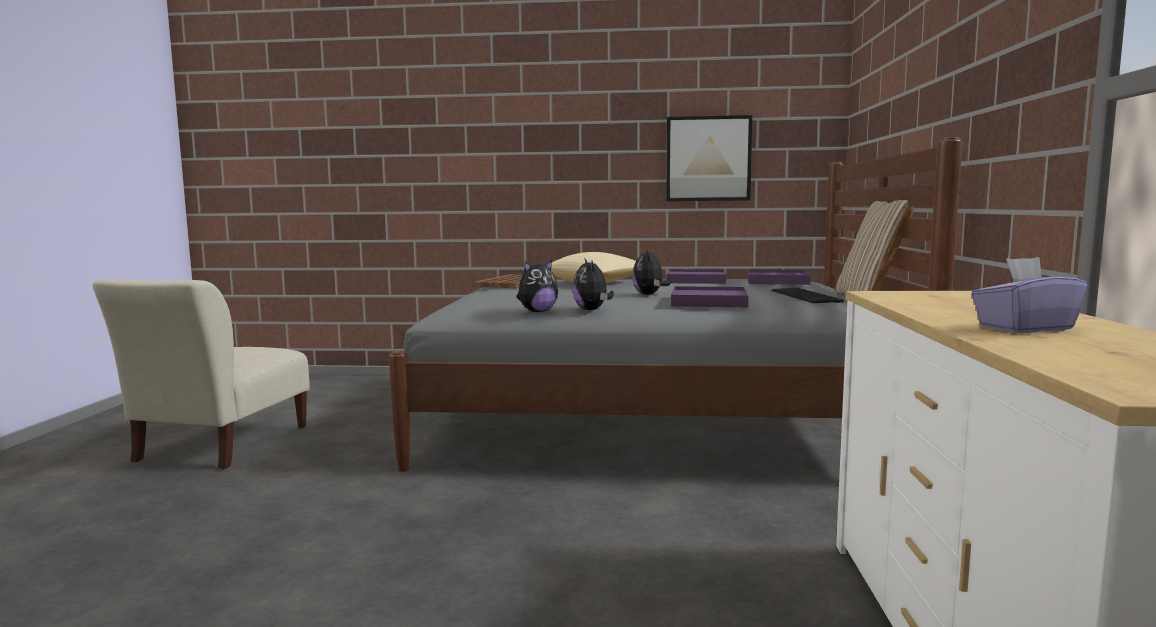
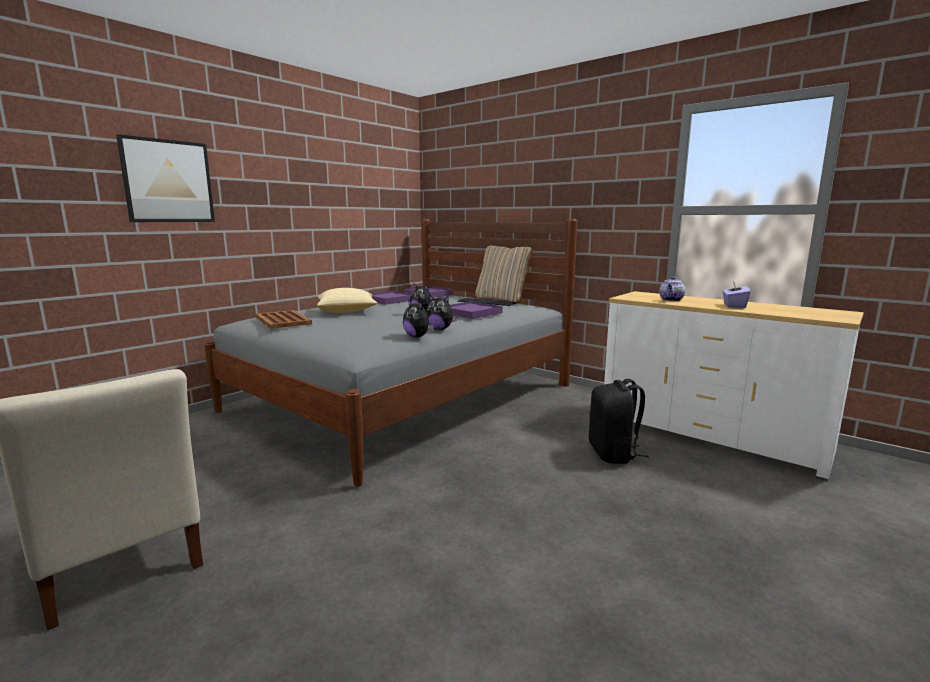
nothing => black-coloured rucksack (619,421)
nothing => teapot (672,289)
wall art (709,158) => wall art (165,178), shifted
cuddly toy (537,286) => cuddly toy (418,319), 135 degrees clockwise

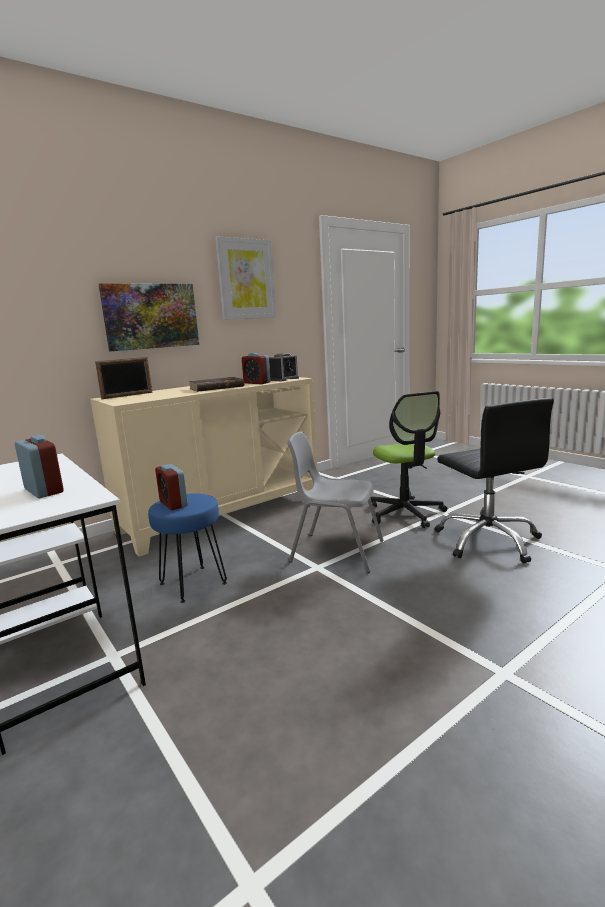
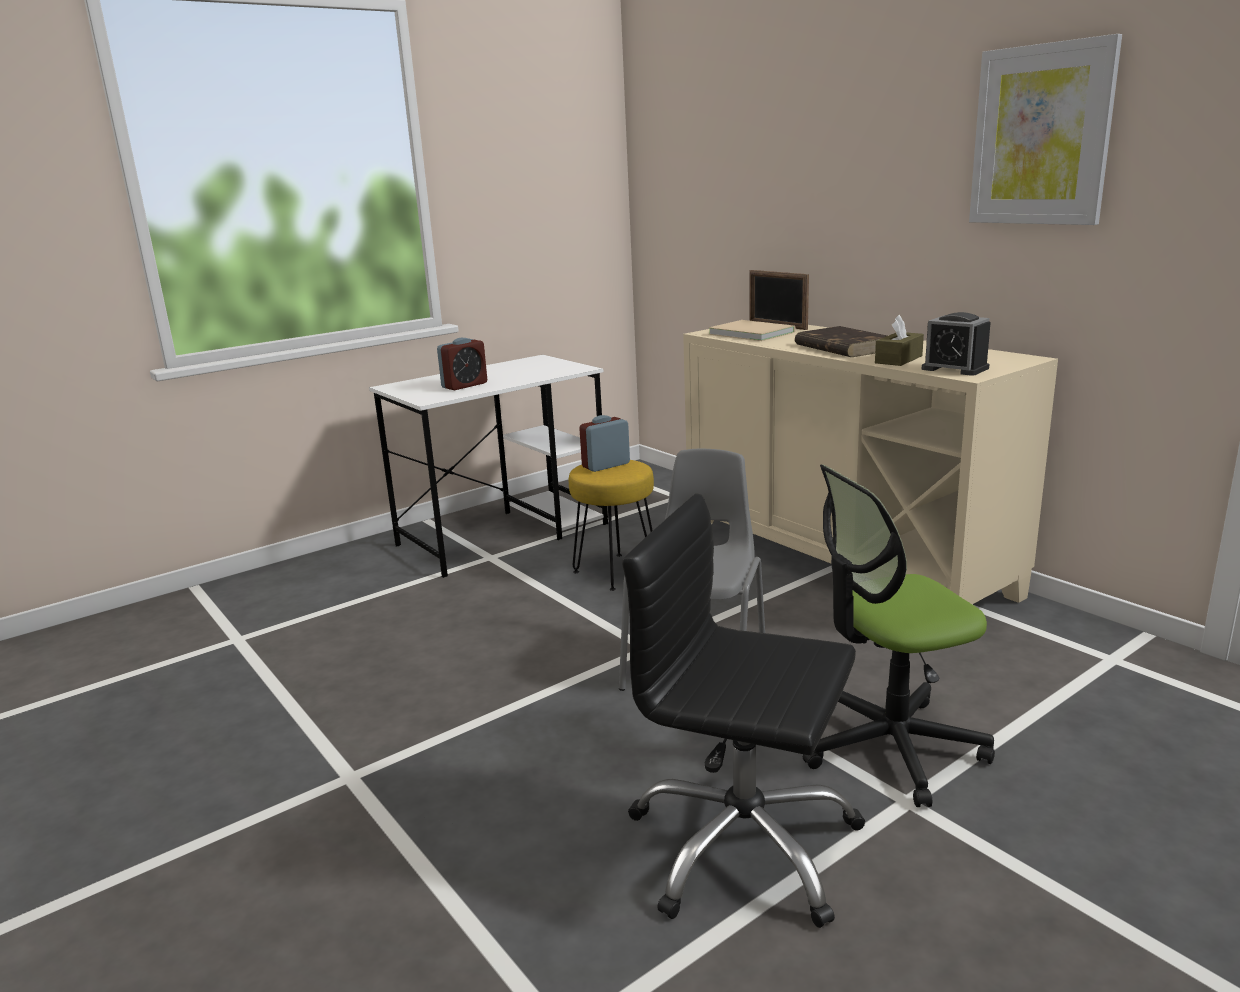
wall art (149,317) => nothing
nothing => sand-coloured volume (752,330)
table clock (256,368) => brown-coloured box of tissues (899,340)
blue sitting stool (187,548) => yellowish sitting stool (611,525)
black-coloured office chair (494,480) => black-coloured office chair (743,710), 45 degrees clockwise

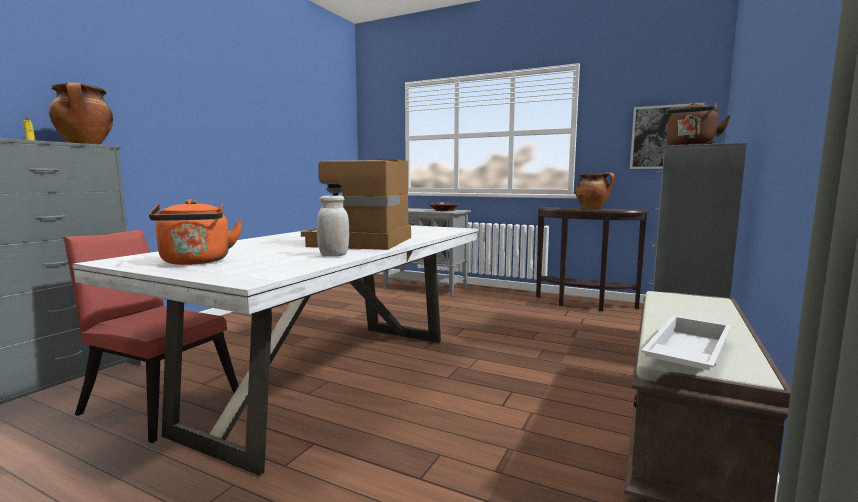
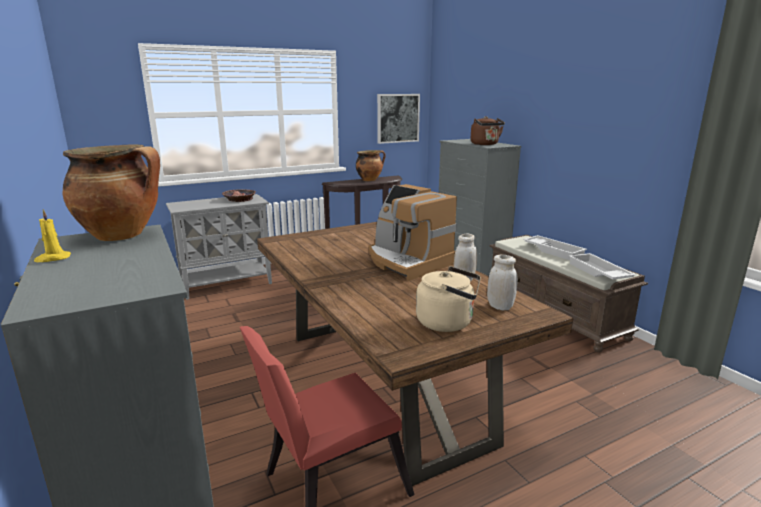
nothing => whitish preserve jar (502,282)
nothing => whitish serving tray (555,247)
whitish dining table (275,350) => brown-coloured dining table (415,354)
orange-coloured tea kettle (196,232) => sand-coloured tea kettle (448,299)

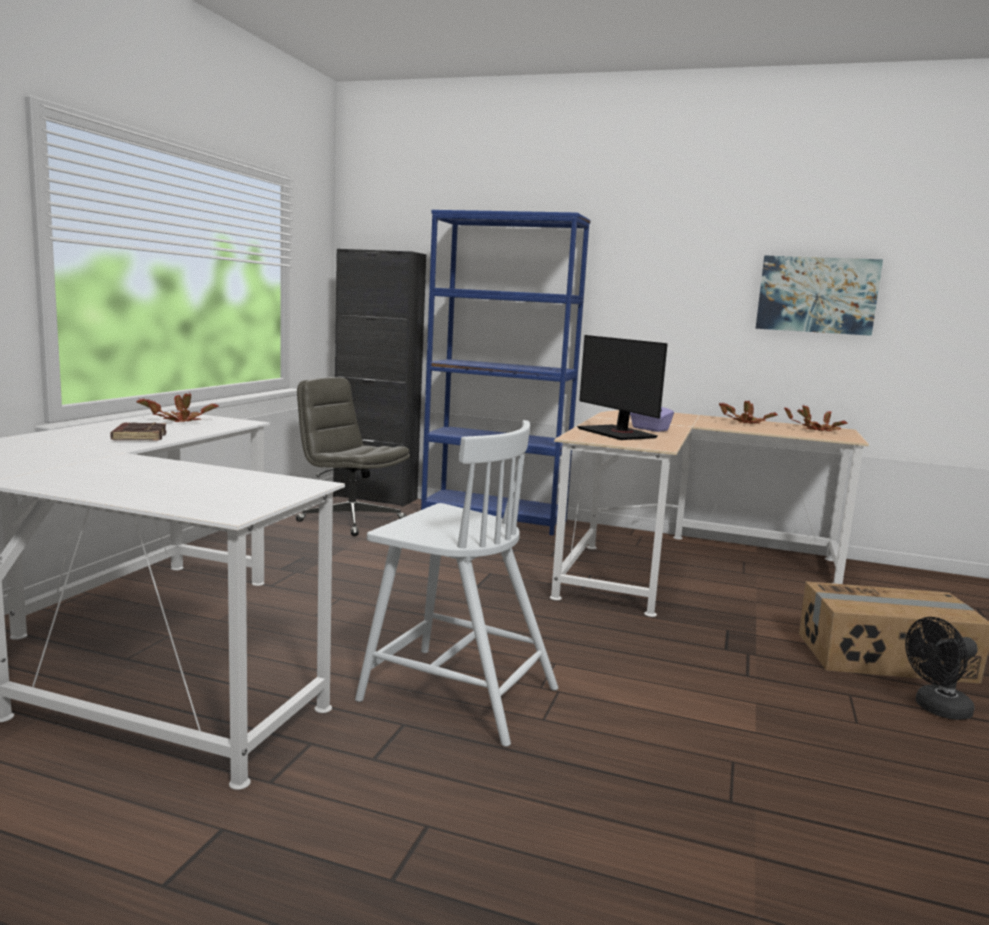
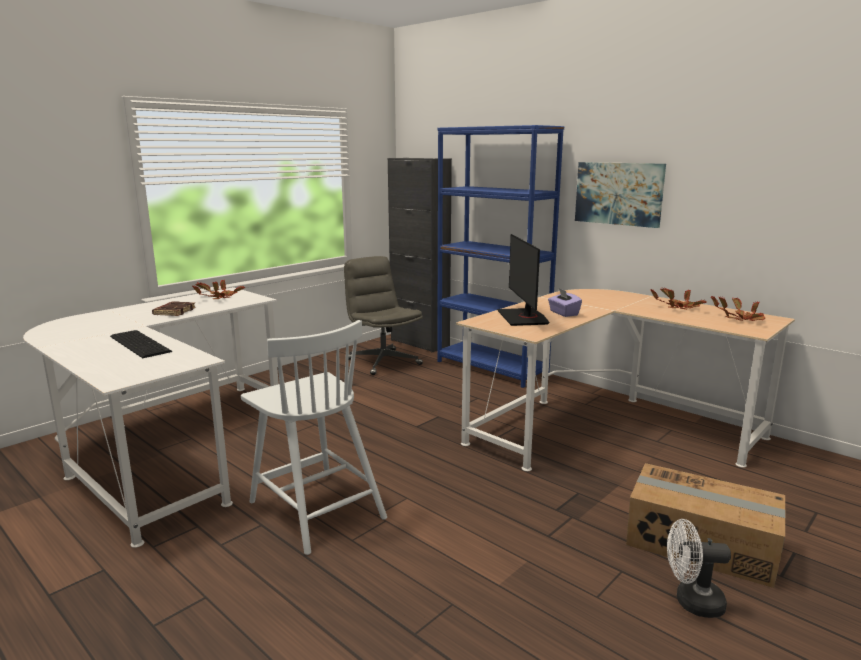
nothing => PC keyboard (141,344)
wall art (819,295) => wall art (620,195), shifted
black-coloured electric fan (941,668) => whitish electric fan (699,568)

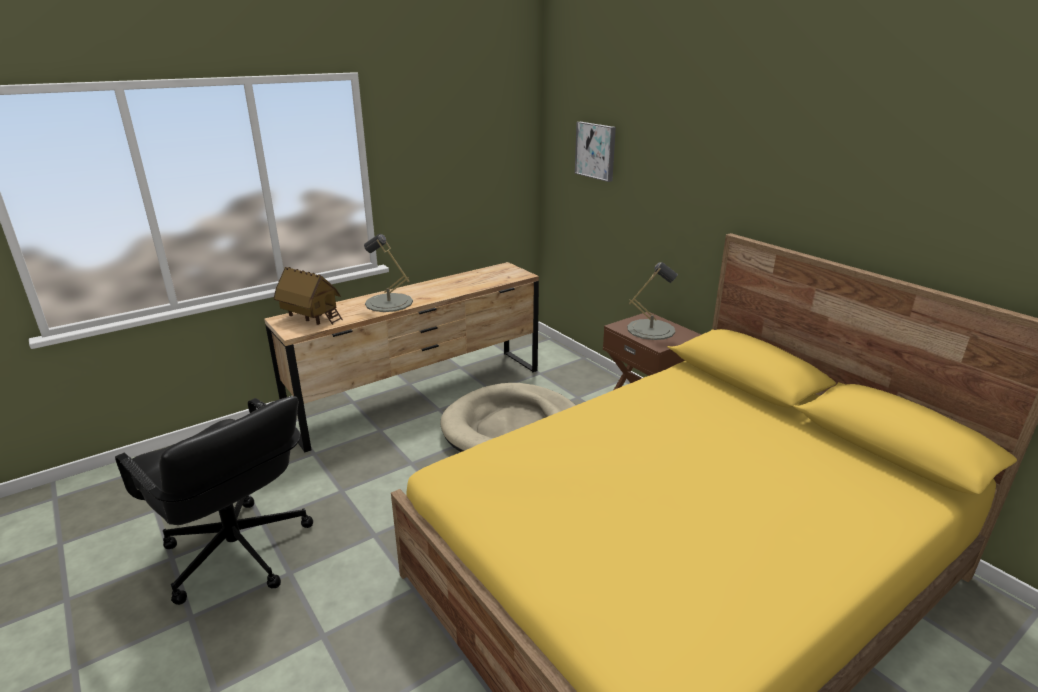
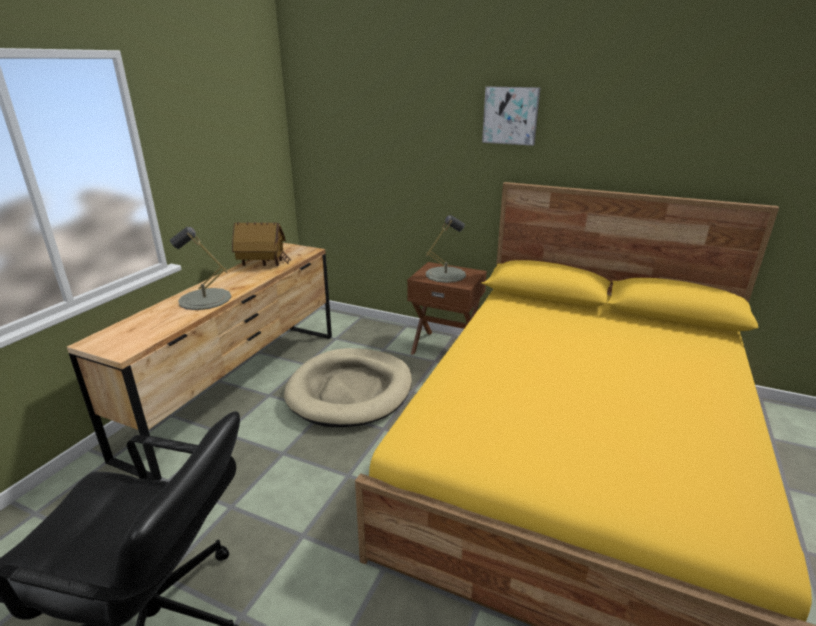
toy house (308,296) => toy house (261,244), shifted
wall art (595,152) => wall art (511,116), shifted

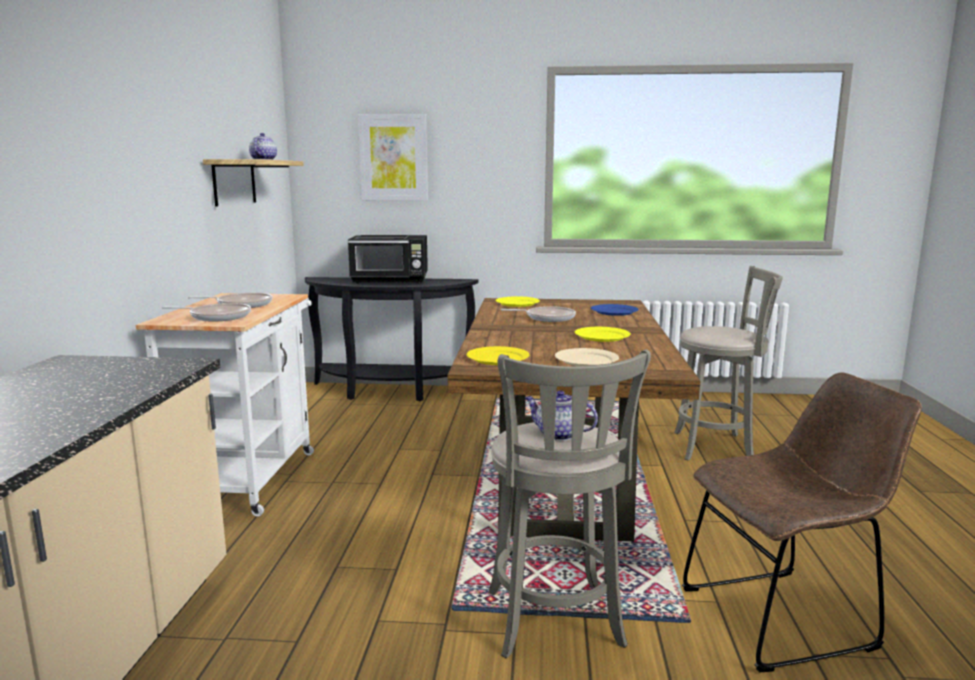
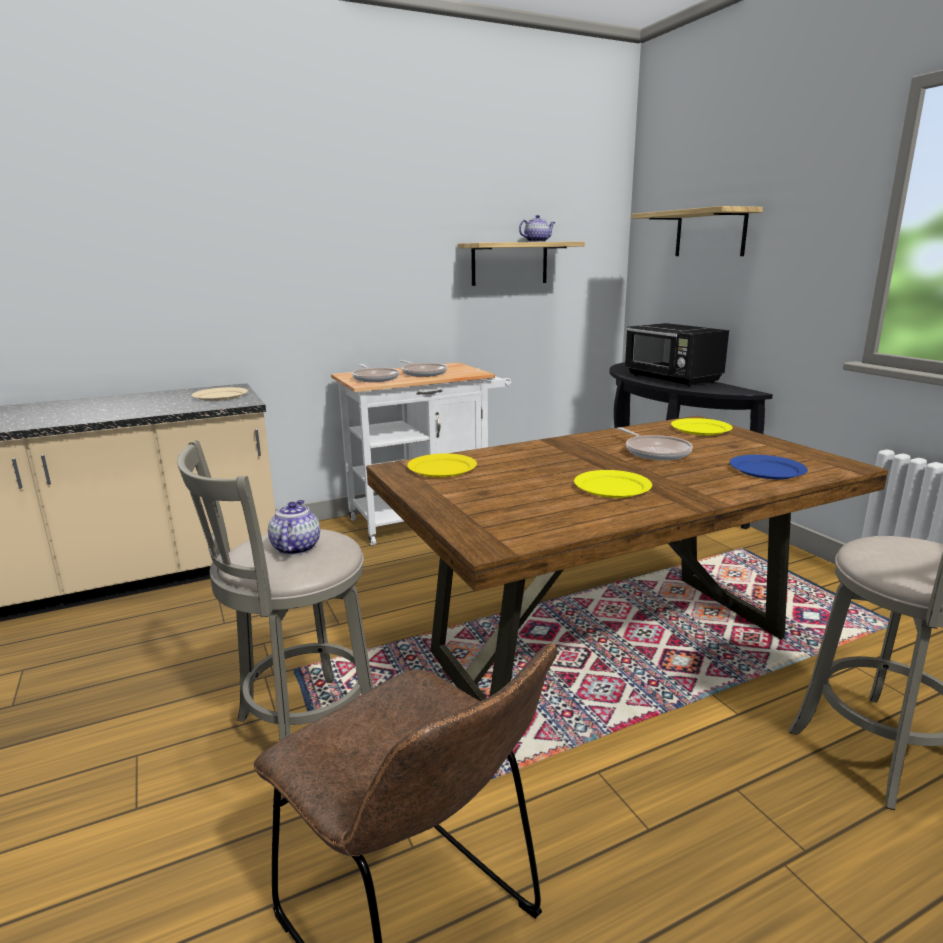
sand-coloured plate (587,357) => sand-coloured plate (220,394), shifted
wall art (393,157) => wall shelf (697,231)

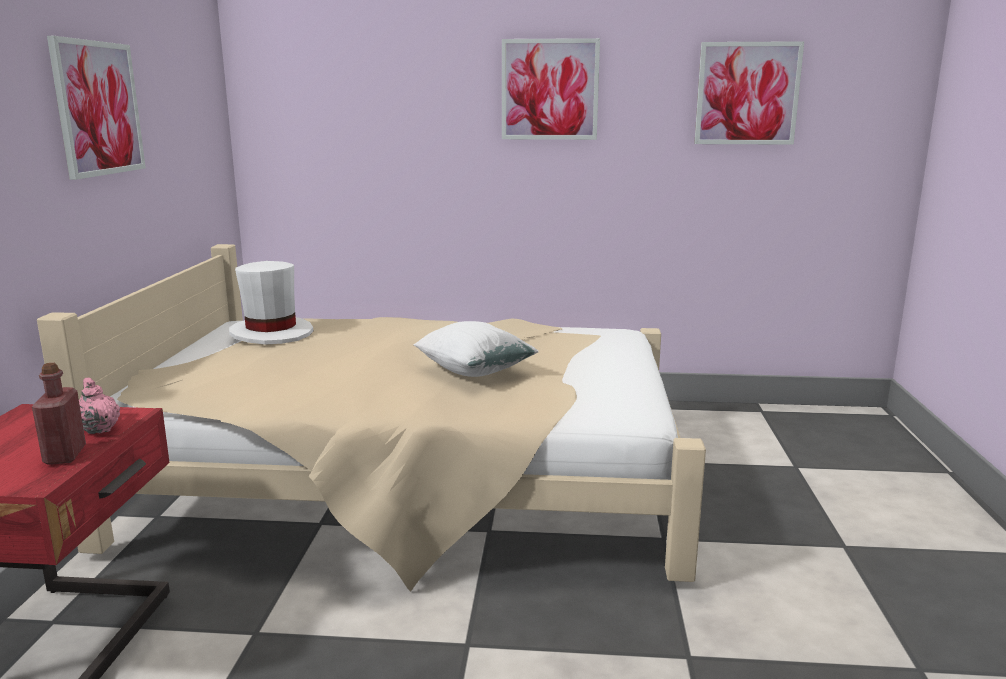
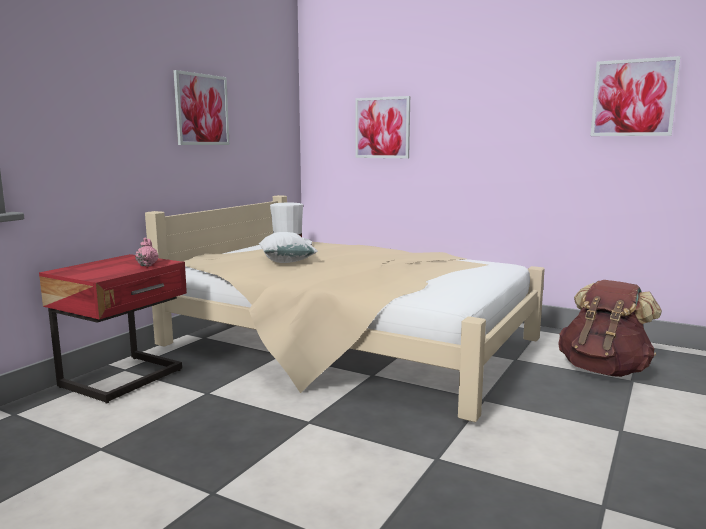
red-coloured beverage bottle (59,414) => nothing
nothing => brown-coloured rucksack (610,328)
whitish pillow (476,349) => whitish pillow (288,247), shifted
wall art (551,89) => wall art (382,127), shifted

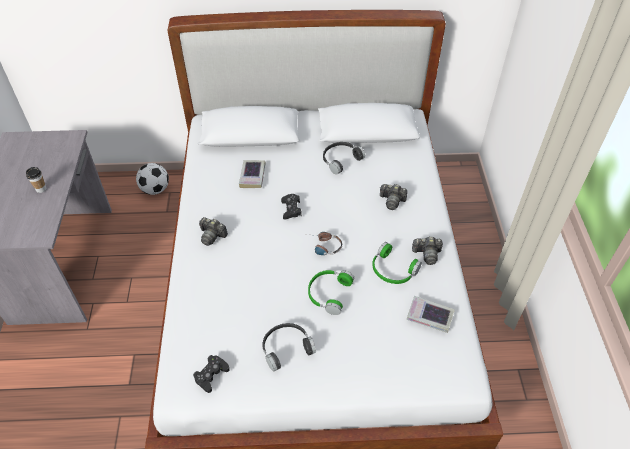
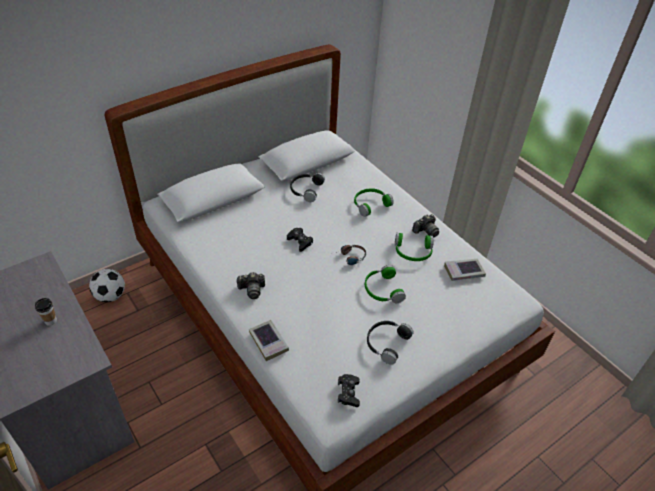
volume (252,174) => volume (269,340), shifted
still camera (394,197) => green-coloured headset (374,202)

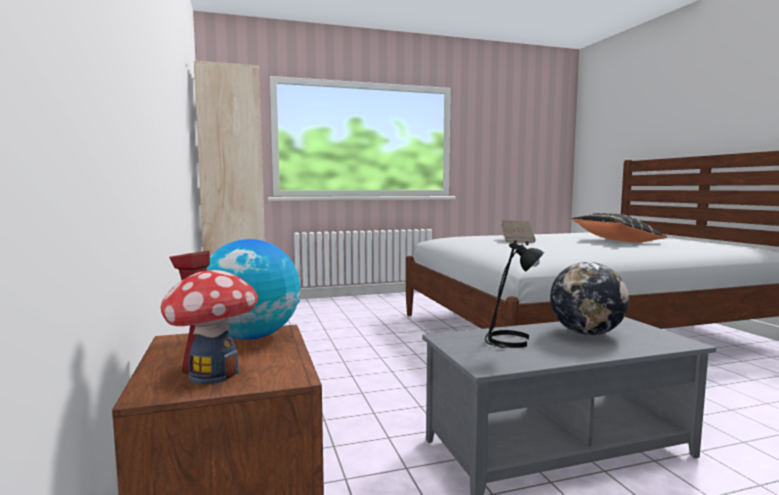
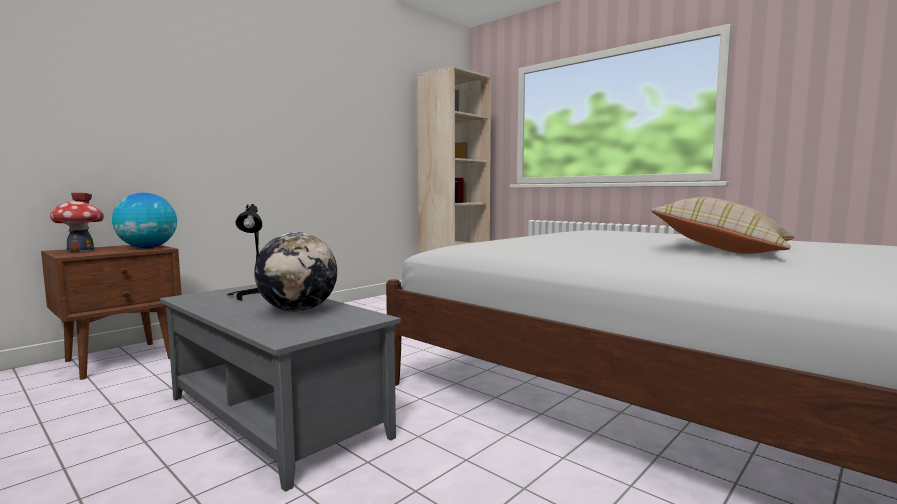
brown-coloured volume (518,231) => nothing
black-coloured pillow (619,228) => sand-coloured pillow (722,225)

